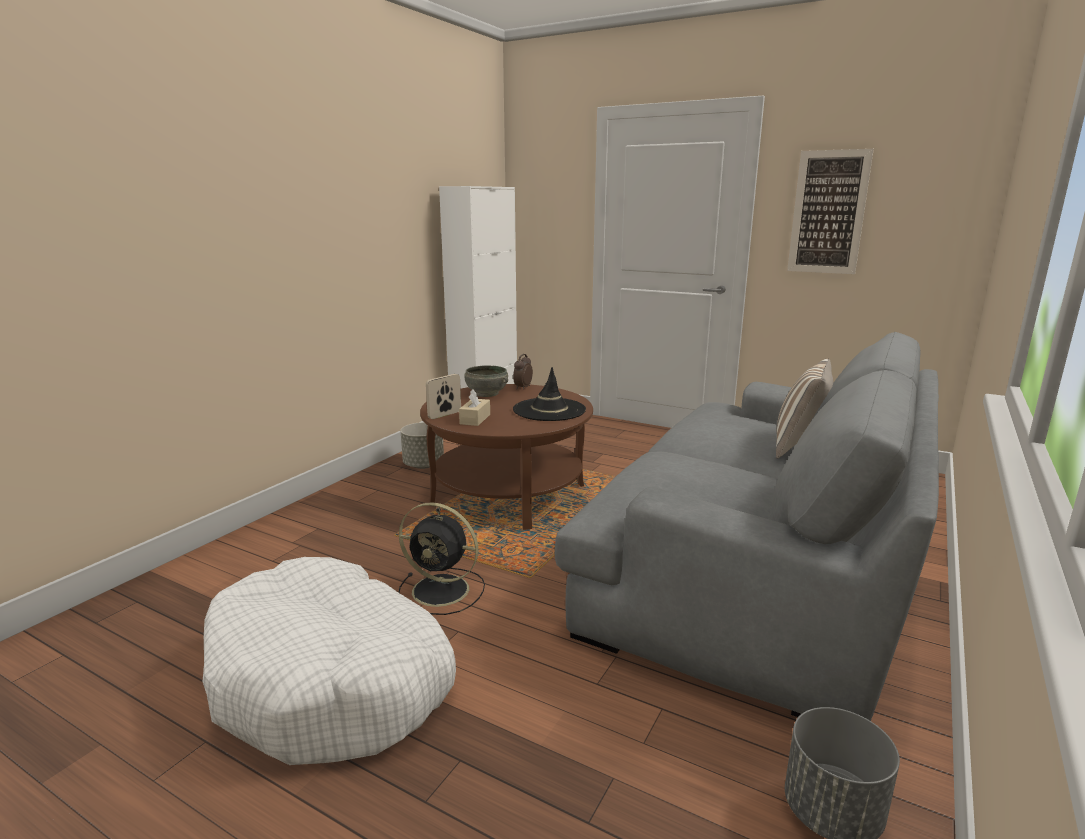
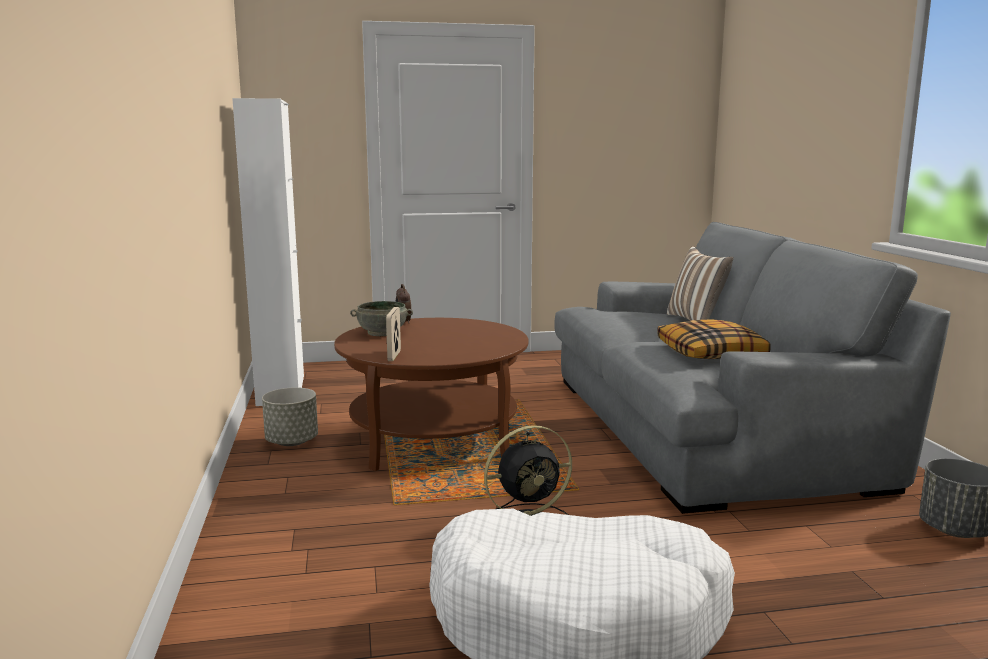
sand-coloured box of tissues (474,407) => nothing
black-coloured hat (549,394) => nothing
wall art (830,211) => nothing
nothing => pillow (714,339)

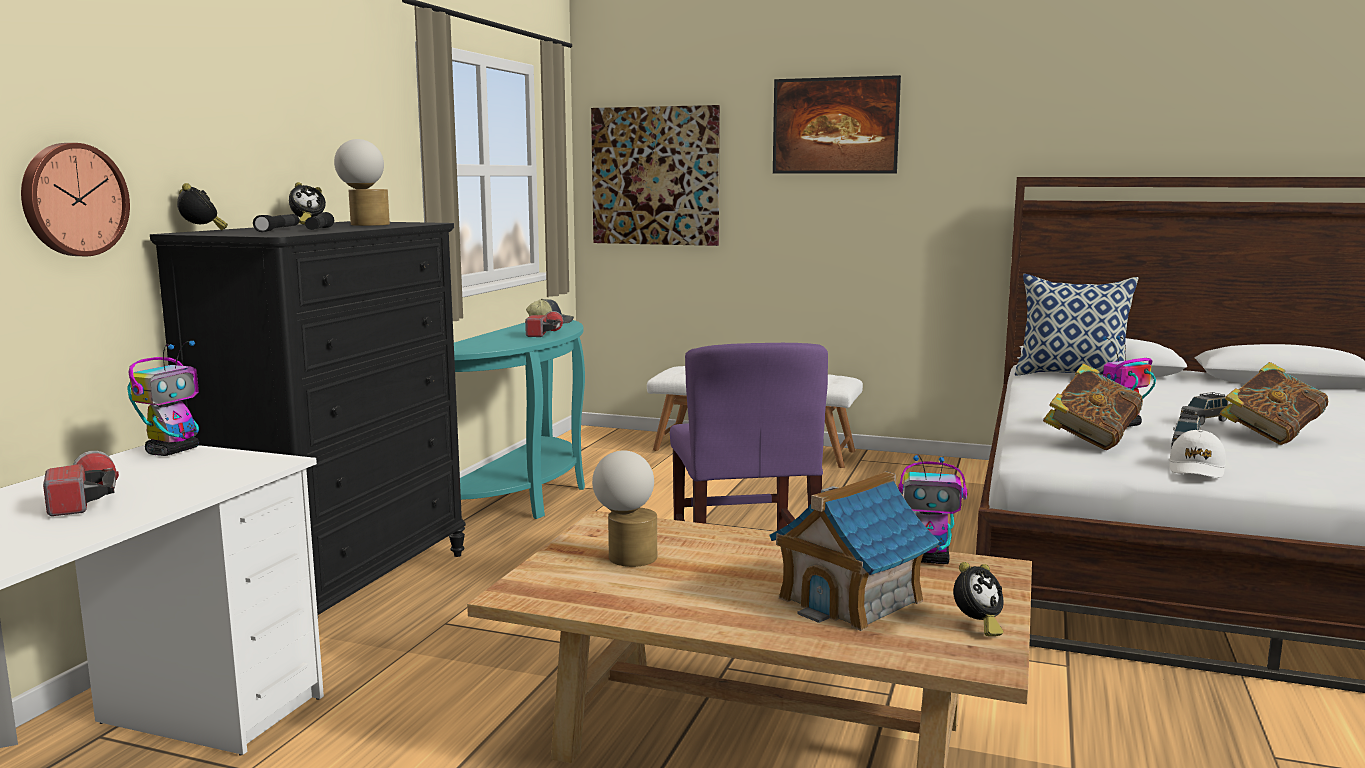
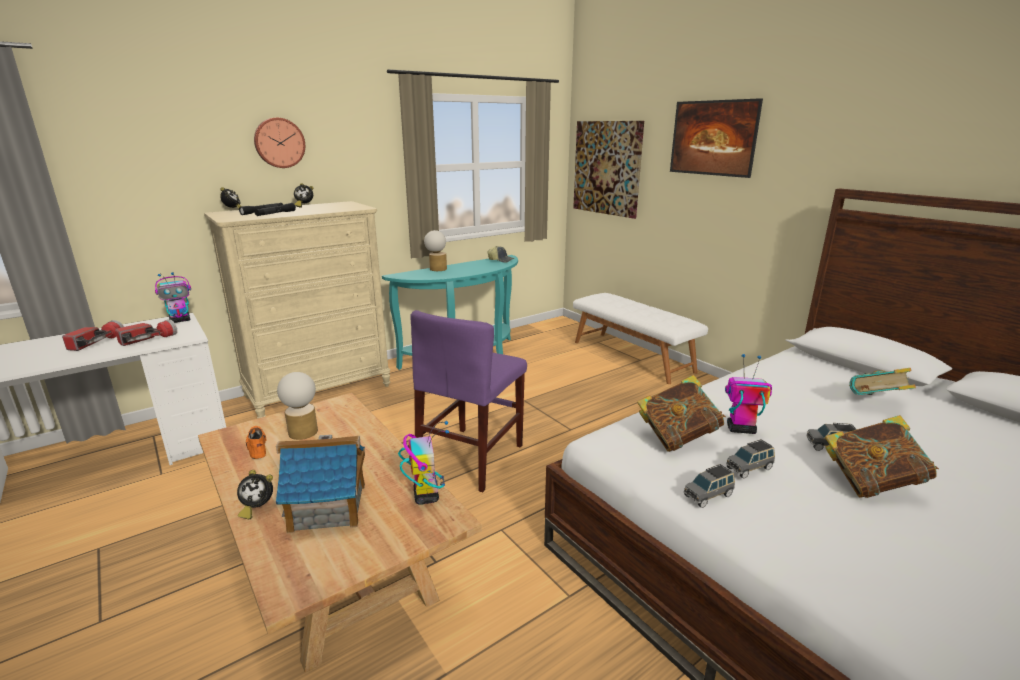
pillow (1076,325) => nothing
nothing => orange-coloured shoe (256,442)
nothing => volume (882,381)
hanging clock (75,199) => hanging clock (279,143), shifted
table lamp (362,182) => table lamp (435,250), shifted
torch (544,324) => torch (146,332), shifted
table clock (978,599) => table clock (255,494), shifted
whitish peaked cap (1197,454) => grey toy car (709,486)
black-coloured drawer chest (308,418) => sand-coloured drawer chest (297,310)
robot figure (932,509) => robot figure (423,463), 150 degrees counterclockwise

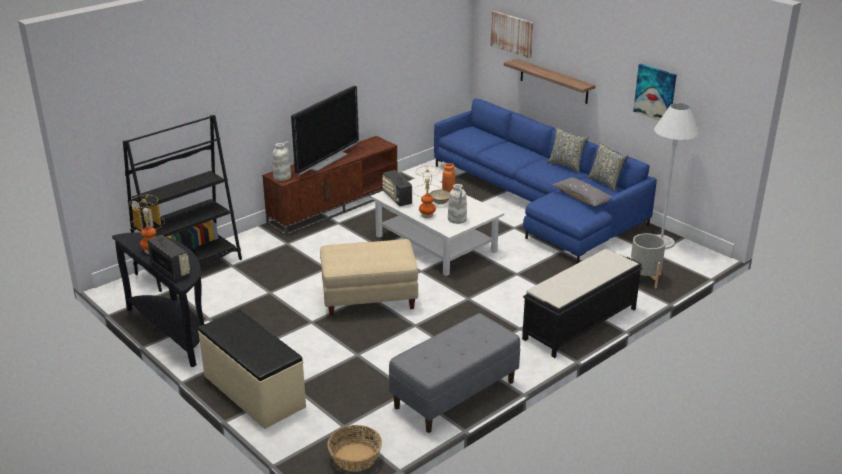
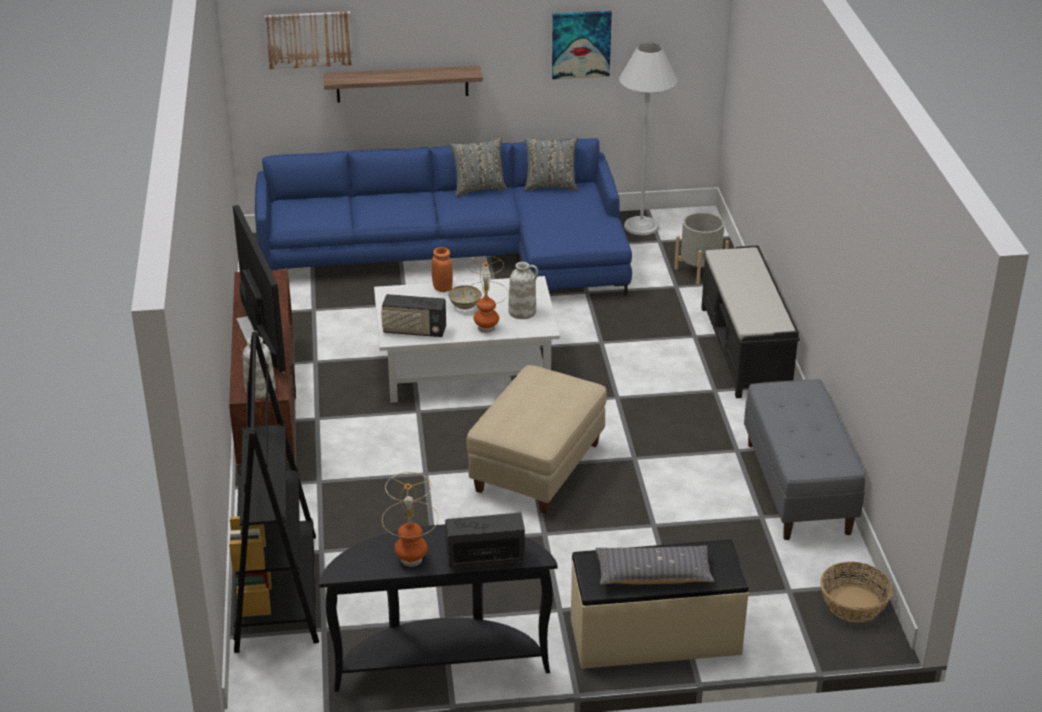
grey pillow (582,191) => grey pillow (655,564), shifted

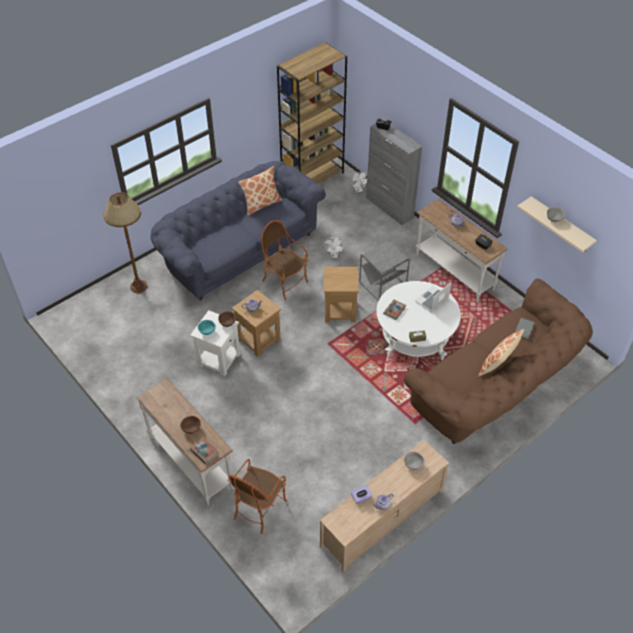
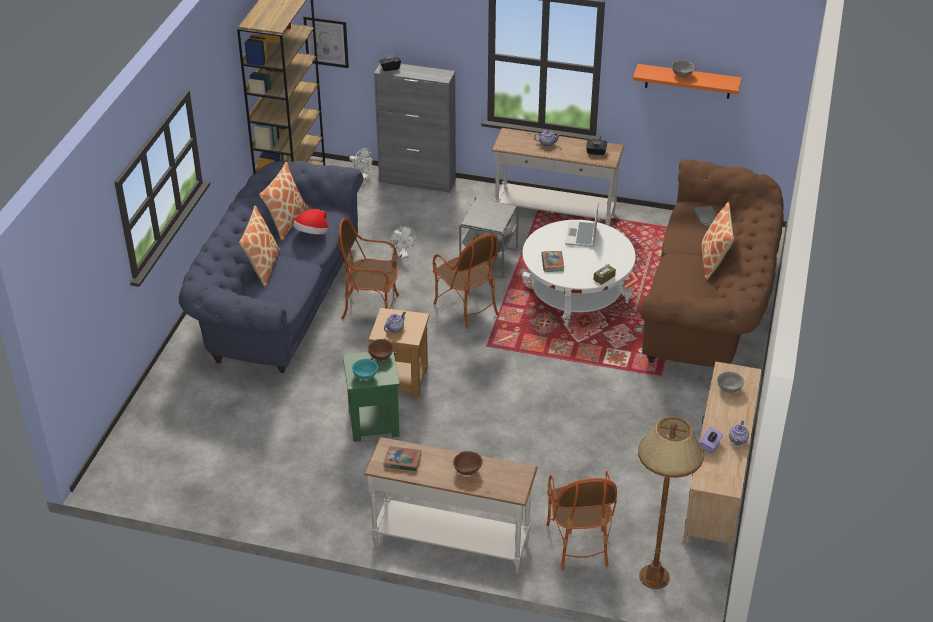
nothing => pillow (259,246)
nothing => hat (310,222)
nothing => wall art (326,42)
brown-coloured floor lamp (125,242) => brown-coloured floor lamp (671,502), shifted
volume (204,451) => volume (402,458), shifted
brown-coloured end table (341,294) => armchair (466,281)
whitish end table (215,343) => green-coloured end table (371,396)
sand-coloured wall shelf (557,224) => orange-coloured wall shelf (687,81)

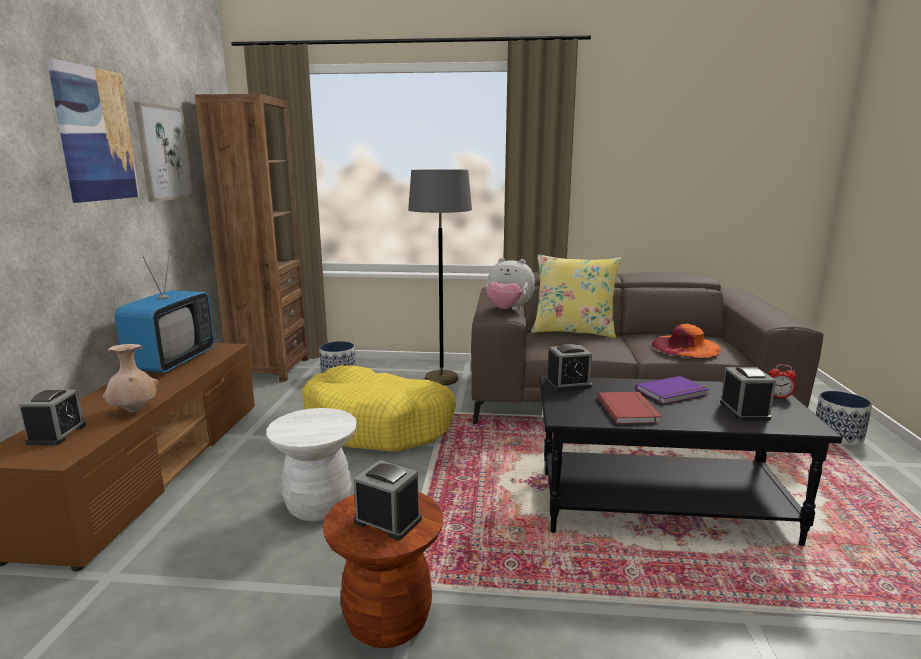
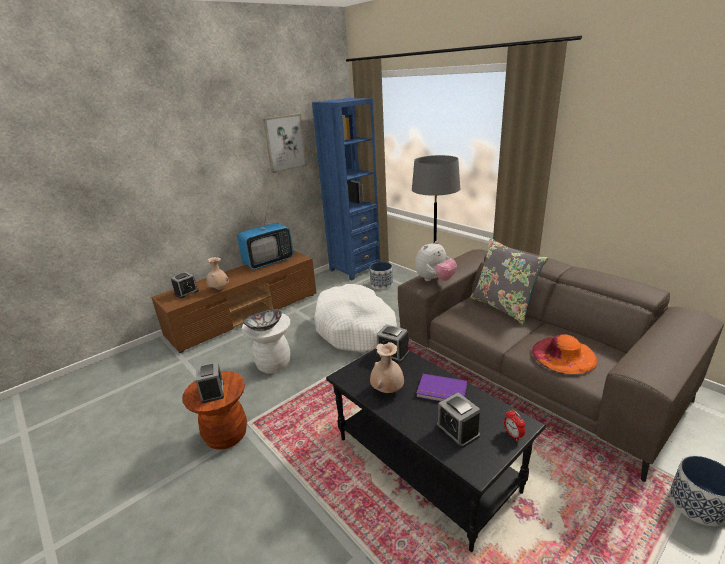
wall art (93,130) => nothing
nothing => deep dish (262,320)
red-coloured volume (630,407) => sand-coloured decorative vase (387,367)
brown-coloured bookshelf (252,238) => blue bookshelf (346,189)
yellowish pet bed (379,408) => whitish pet bed (355,318)
yellowish pillow (576,296) => grey pillow (509,281)
cuddly toy (510,284) => cuddly toy (436,261), 105 degrees counterclockwise
table clock (748,394) => table clock (458,420), 105 degrees clockwise

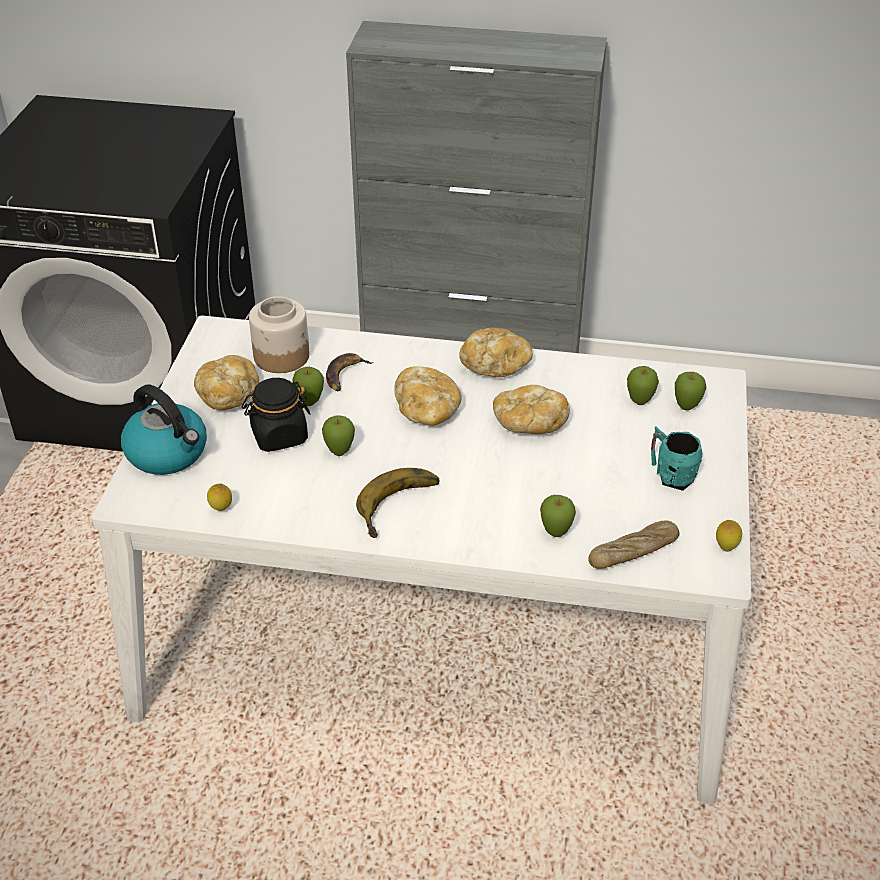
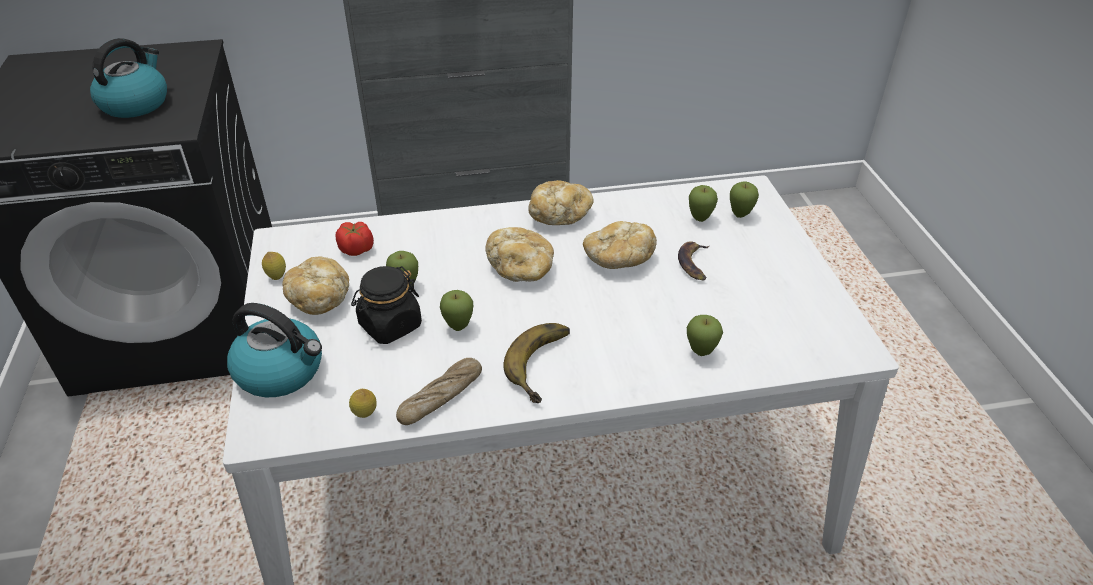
turquoise-coloured coffee mug (676,458) => nothing
nothing => tea kettle (128,78)
banana fruit (350,372) => banana fruit (693,261), shifted
bread (634,544) => bread (439,391), shifted
whole lemon (729,536) => whole lemon (274,266), shifted
preserve jar (279,334) => fresh tomato (354,239)

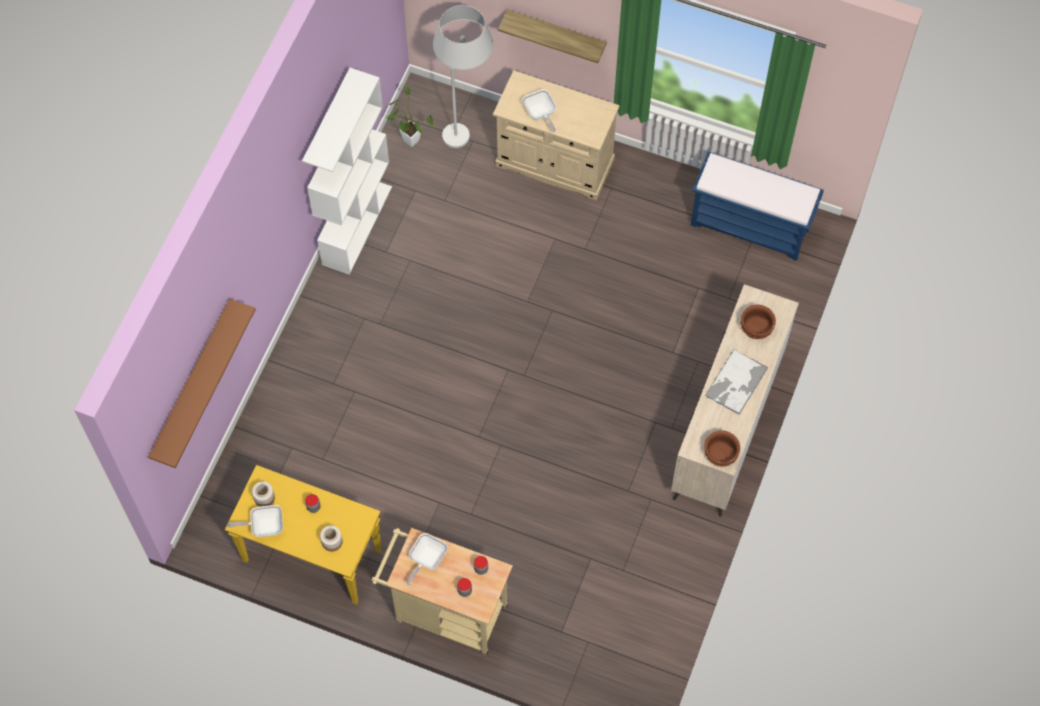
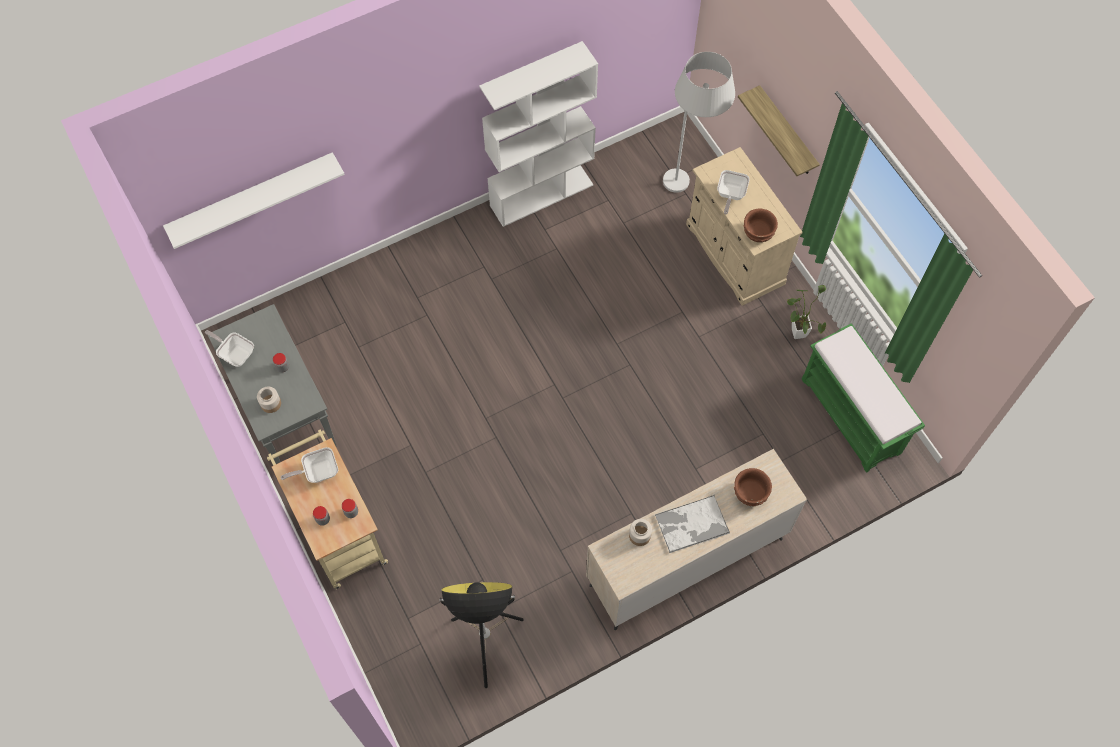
nothing => floor lamp (482,635)
preserve jar (263,494) => preserve jar (640,532), shifted
houseplant (410,117) => houseplant (806,312), shifted
brown-coloured deep dish (722,448) => brown-coloured deep dish (761,225), shifted
brown-coloured wall shelf (202,383) => whitish wall shelf (254,200)
yellowish console table (303,535) => grey console table (272,384)
blue indoor bench (757,206) => green-coloured indoor bench (863,398)

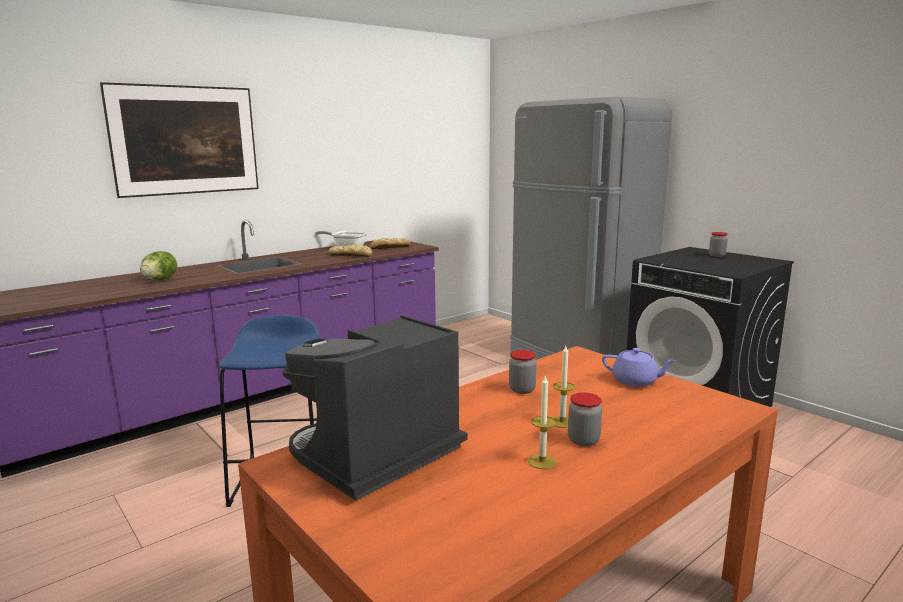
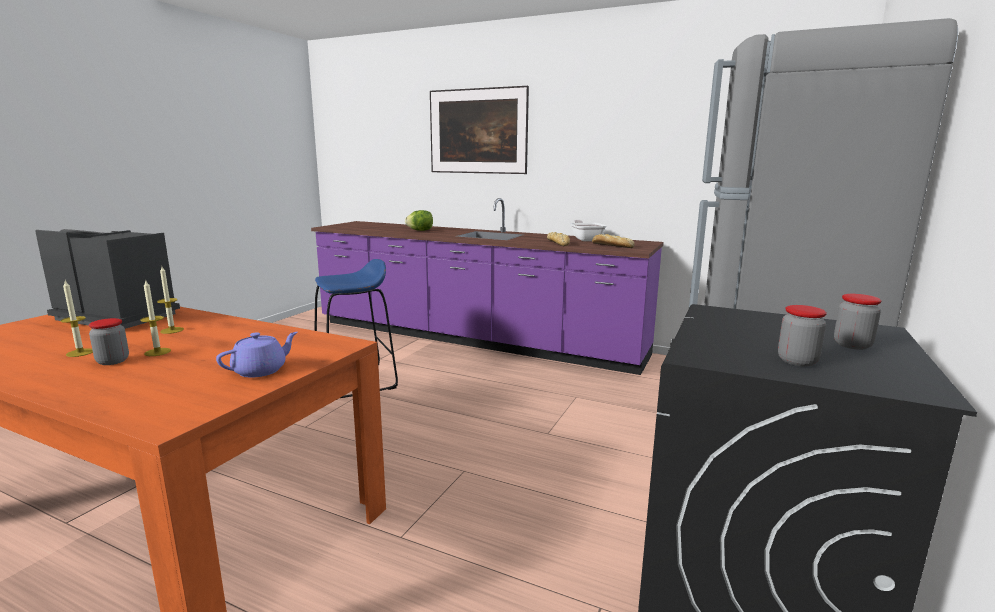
nothing => candle (170,300)
preserve jar (523,372) => preserve jar (802,335), shifted
purple teapot (639,367) => purple teapot (257,355), 135 degrees counterclockwise

